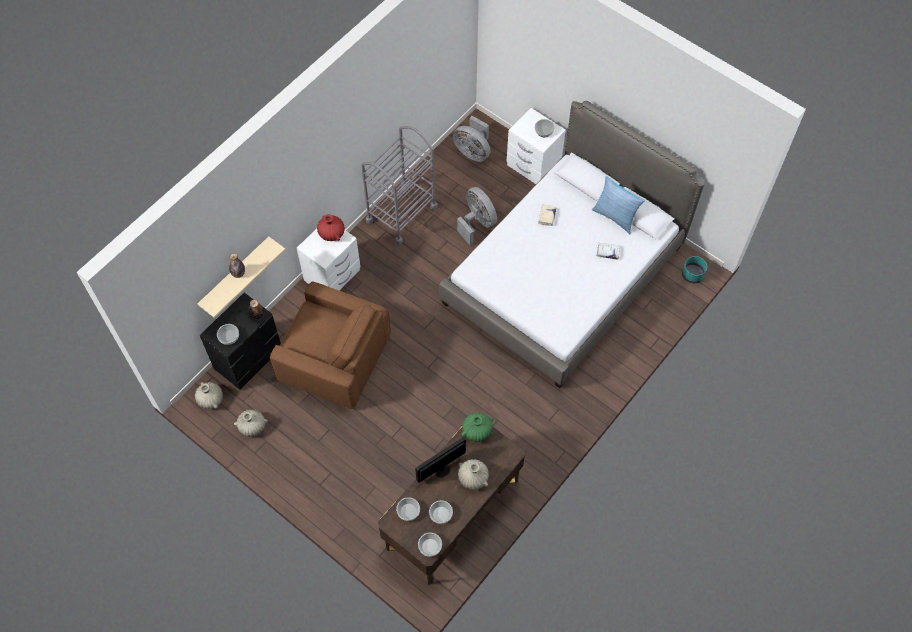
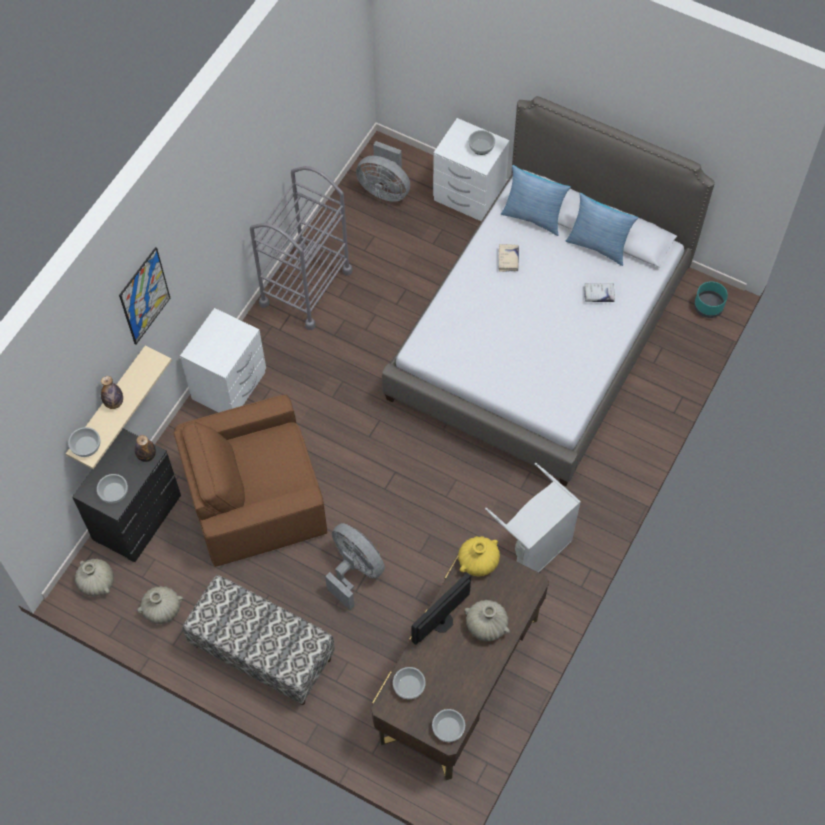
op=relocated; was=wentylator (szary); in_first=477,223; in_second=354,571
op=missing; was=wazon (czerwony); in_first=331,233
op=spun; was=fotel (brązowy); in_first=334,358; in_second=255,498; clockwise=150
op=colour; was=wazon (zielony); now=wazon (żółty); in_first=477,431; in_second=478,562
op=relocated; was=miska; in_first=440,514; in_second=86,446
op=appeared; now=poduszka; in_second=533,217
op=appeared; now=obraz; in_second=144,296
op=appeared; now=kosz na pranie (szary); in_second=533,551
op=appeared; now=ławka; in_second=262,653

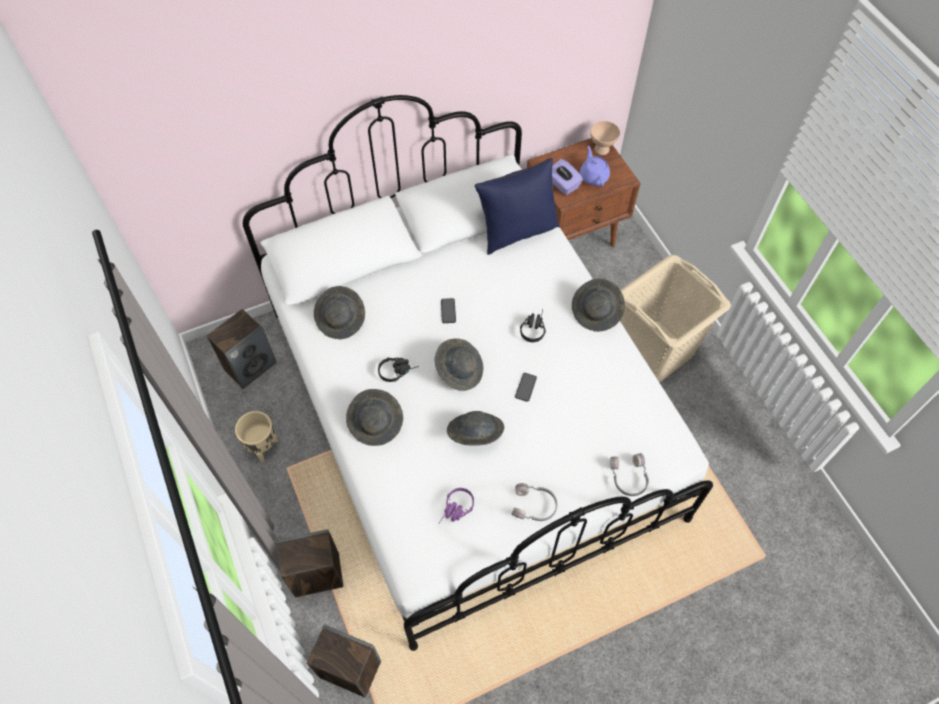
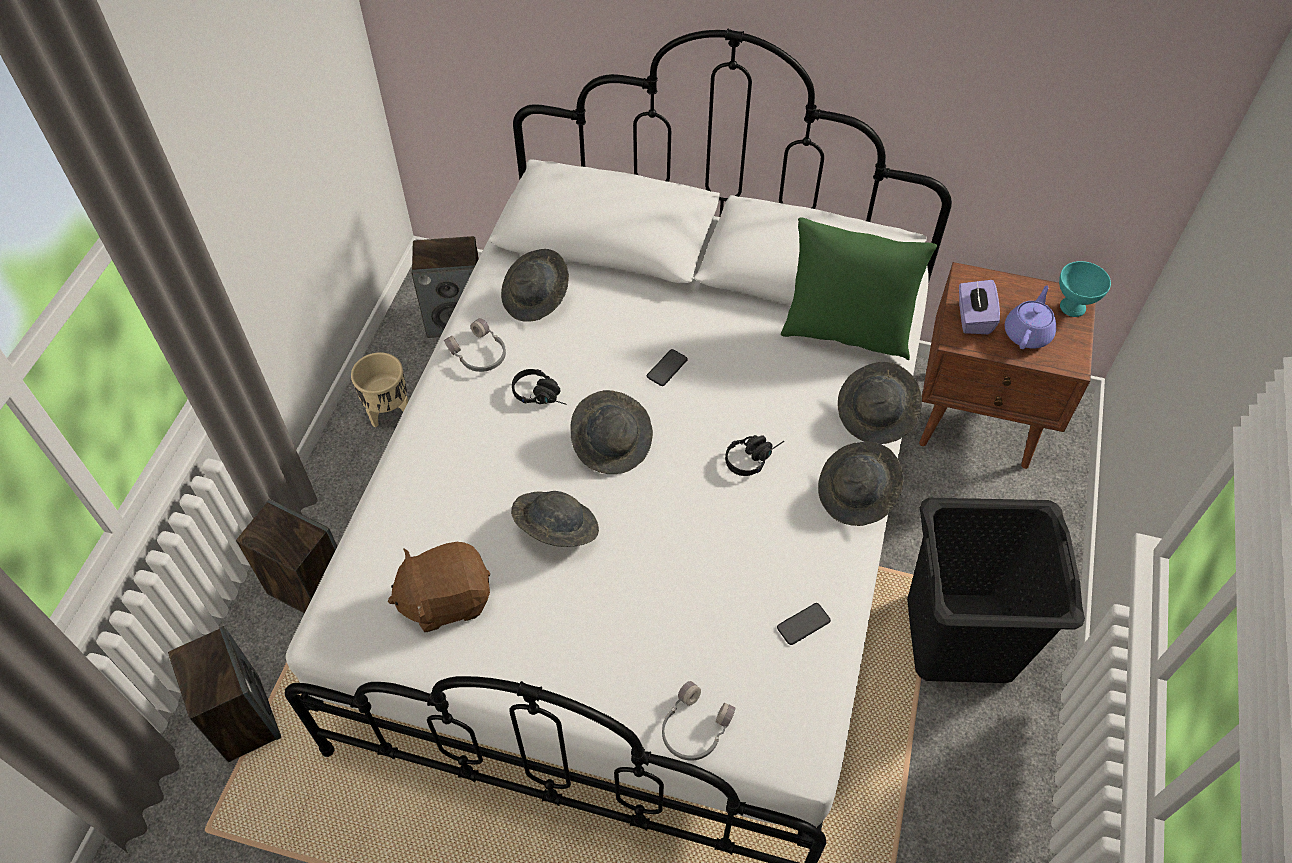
op=colour; was=miska (beżowy); now=miska (turkusowy); in_first=602,149; in_second=1073,308
op=colour; was=poduszka (niebieski); now=poduszka (zielony); in_first=517,232; in_second=845,332
op=colour; was=kosz na pranie (beżowy); now=kosz na pranie (czarny); in_first=655,351; in_second=960,638
op=relocated; was=telefon; in_first=525,387; in_second=803,624
op=relocated; was=kapelusz (szary); in_first=376,423; in_second=876,415
op=relocated; was=słuchawki (szary); in_first=534,506; in_second=478,354
op=exchanged; was=słuchawki (fioletowy); now=pluszak (brązowy); in_first=456,511; in_second=446,599

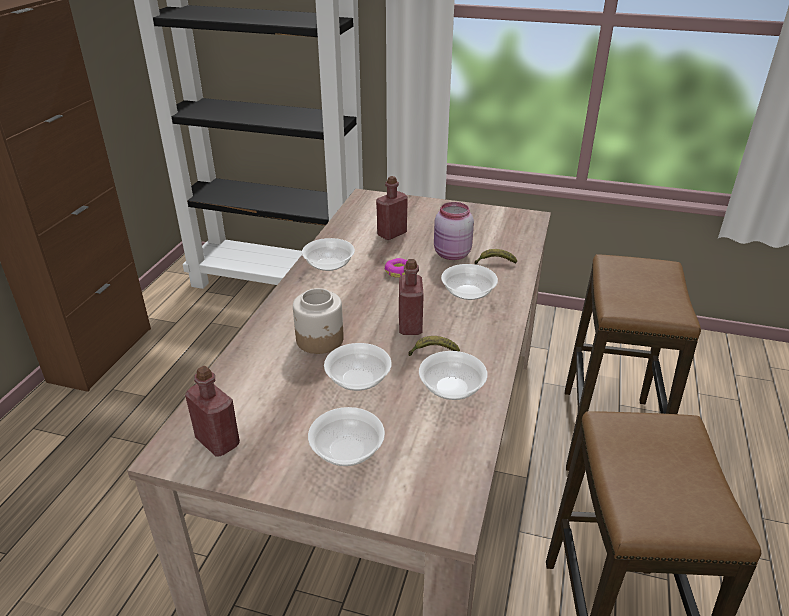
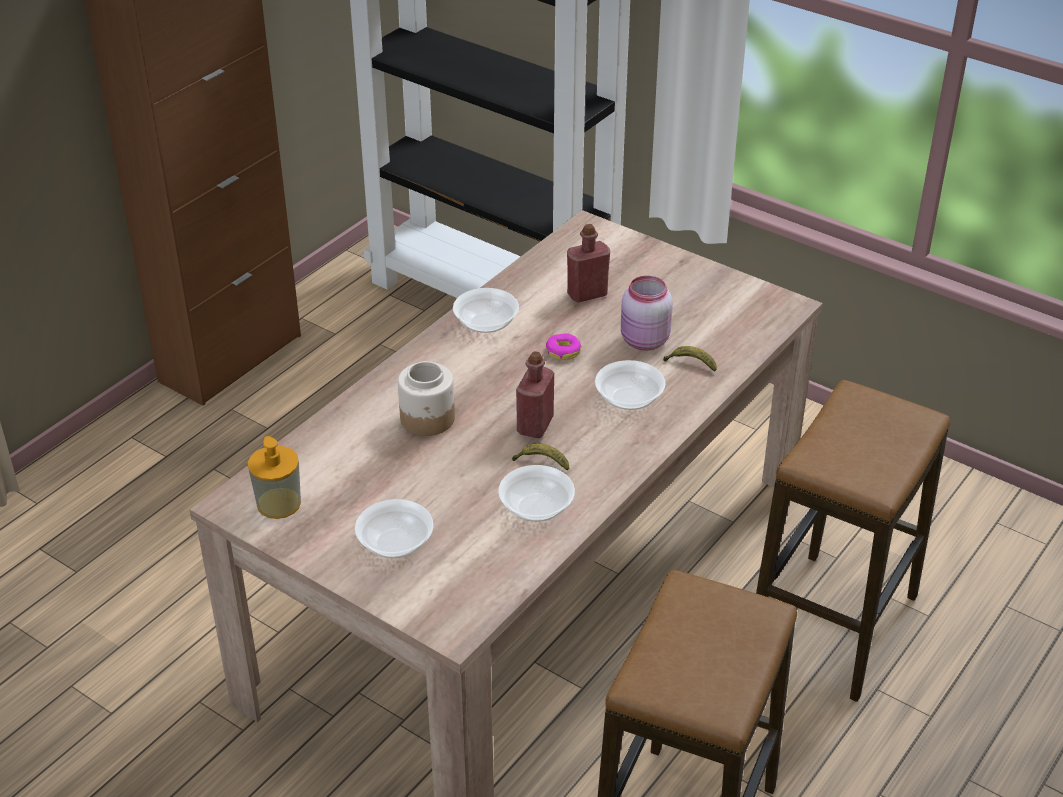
op=missing; was=miska; in_first=358,379
op=exchanged; was=butelka (czerwony); now=dozownik mydła; in_first=217,441; in_second=278,503

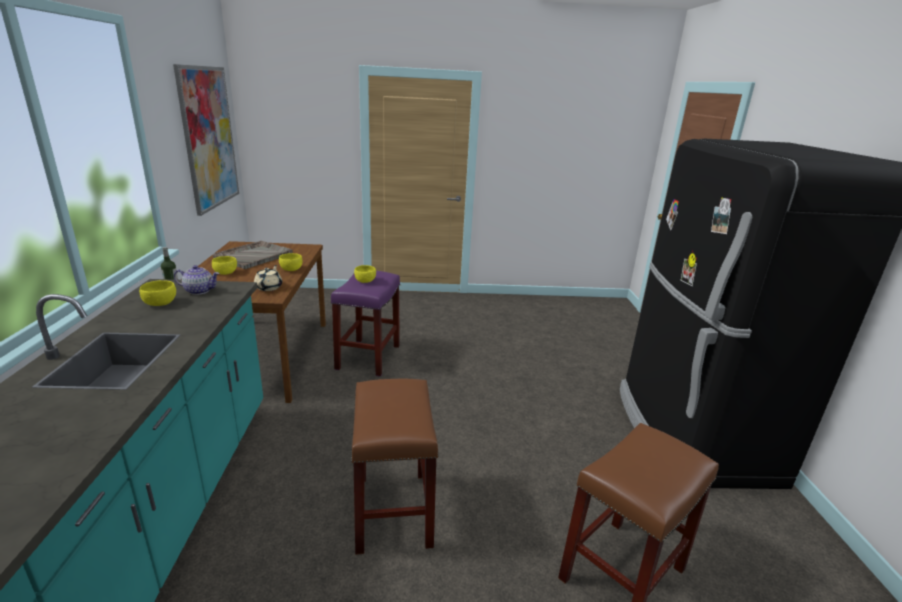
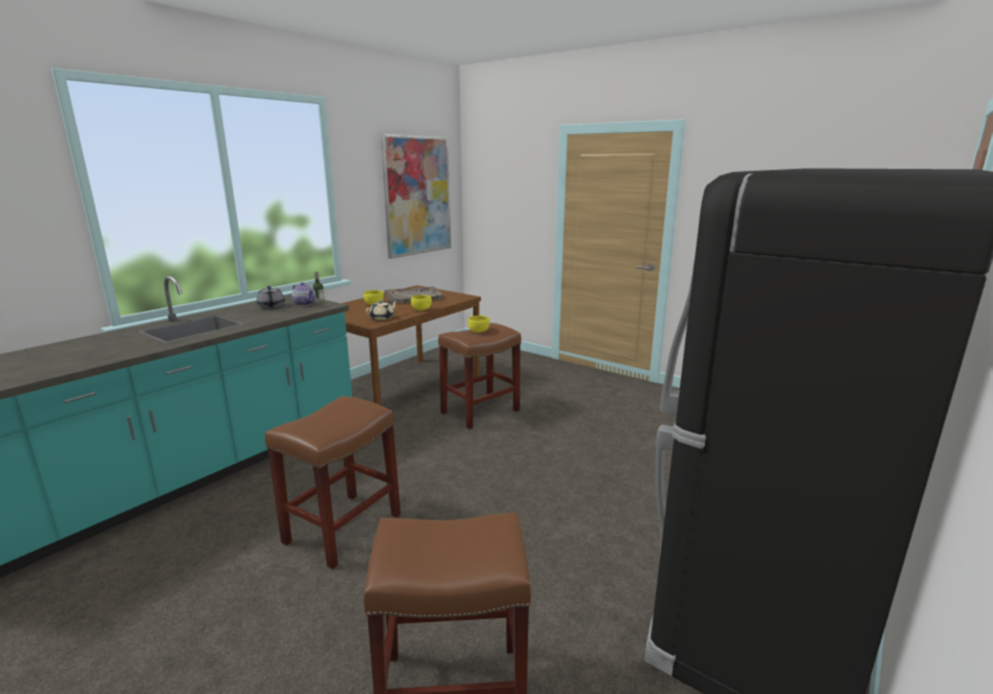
op=colour; was=stołek (fioletowy); now=stołek (brązowy); in_first=368,357; in_second=480,412
op=exchanged; was=miska (żółty); now=imbryk (szary); in_first=161,303; in_second=271,306

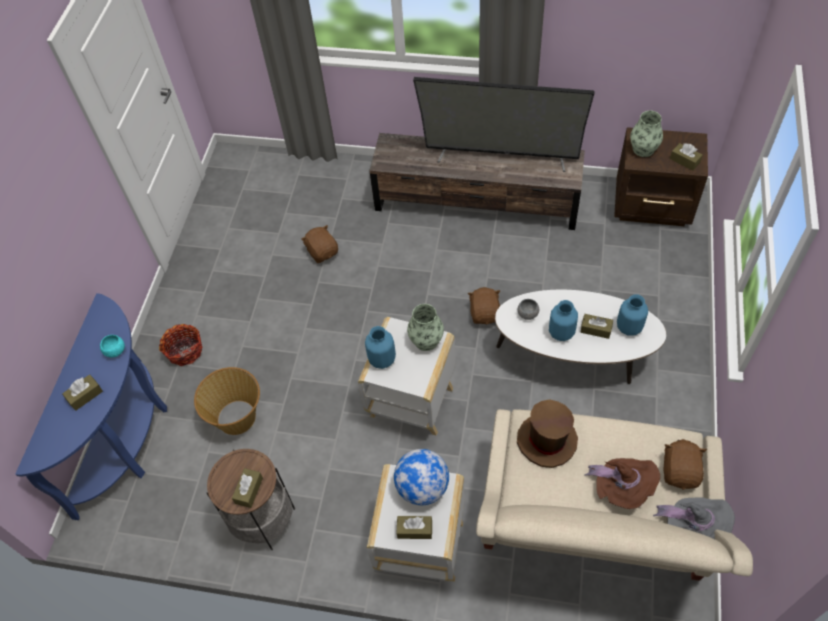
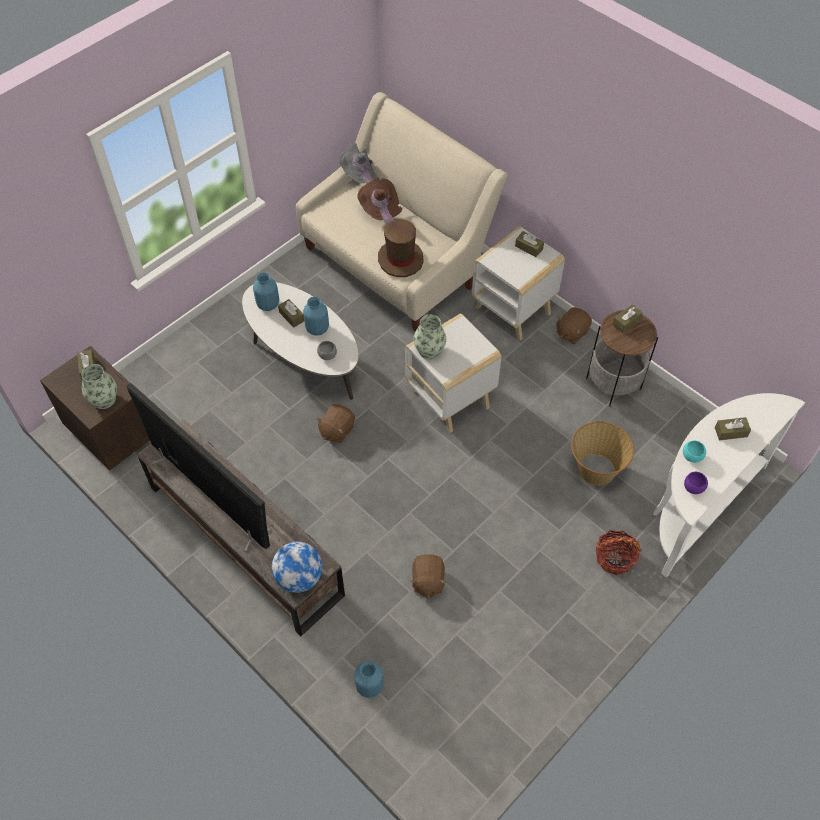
op=colour; was=stolik konsolowy (niebieski); now=stolik konsolowy (biały); in_first=128,439; in_second=697,506
op=relocated; was=wazon (niebieski); in_first=382,359; in_second=369,685
op=relocated; was=pluszak (brązowy); in_first=680,471; in_second=571,332
op=relocated; was=globus; in_first=422,487; in_second=299,577
op=appeared; now=miska (fioletowy); in_second=693,487

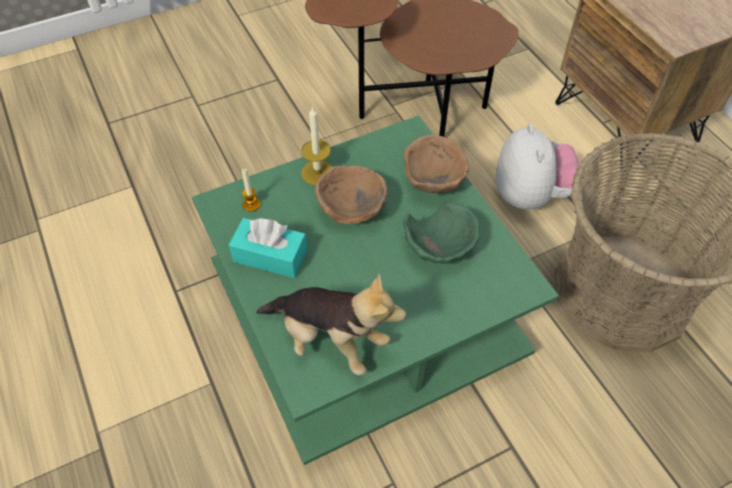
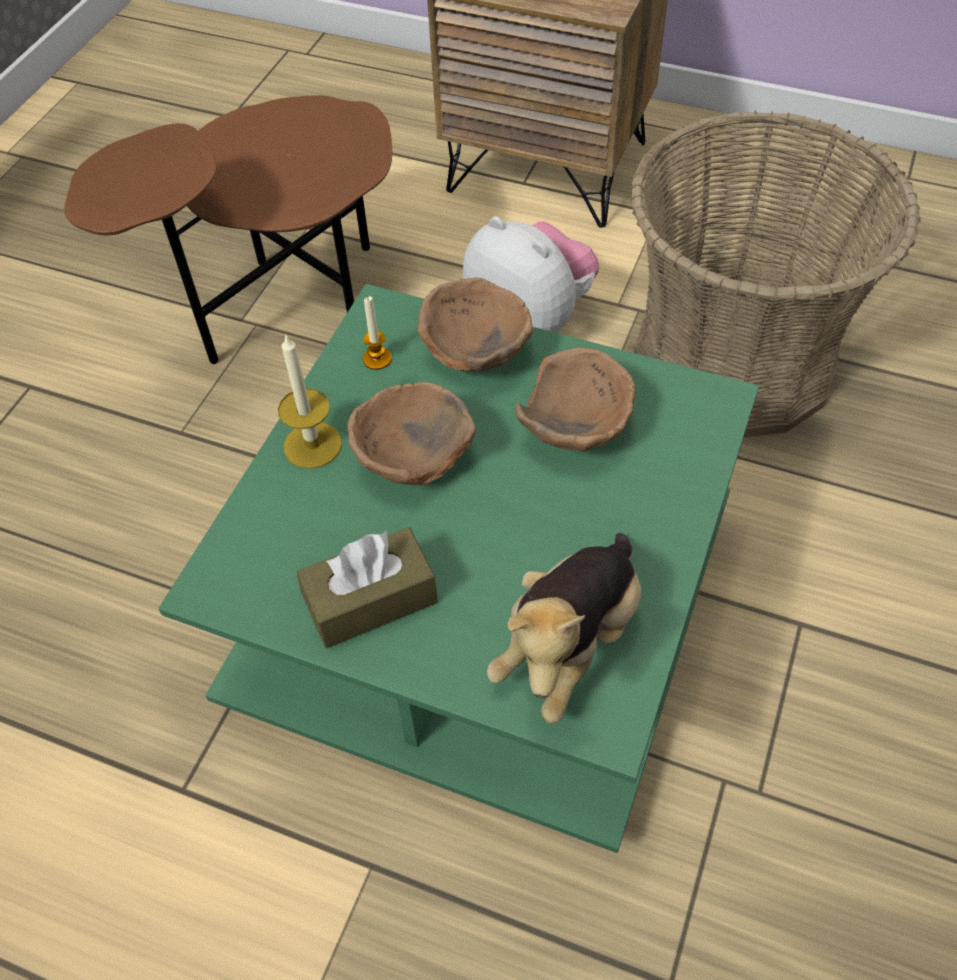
op=relocated; was=świeca; in_first=251,204; in_second=377,359
op=colour; was=miska (zielony); now=miska (brązowy); in_first=439,250; in_second=576,430
op=colour; was=pudełko chusteczek (turkusowy); now=pudełko chusteczek (brązowy); in_first=270,256; in_second=371,600
op=spun; was=pluszak; in_first=330,340; in_second=570,643; clockwise=135

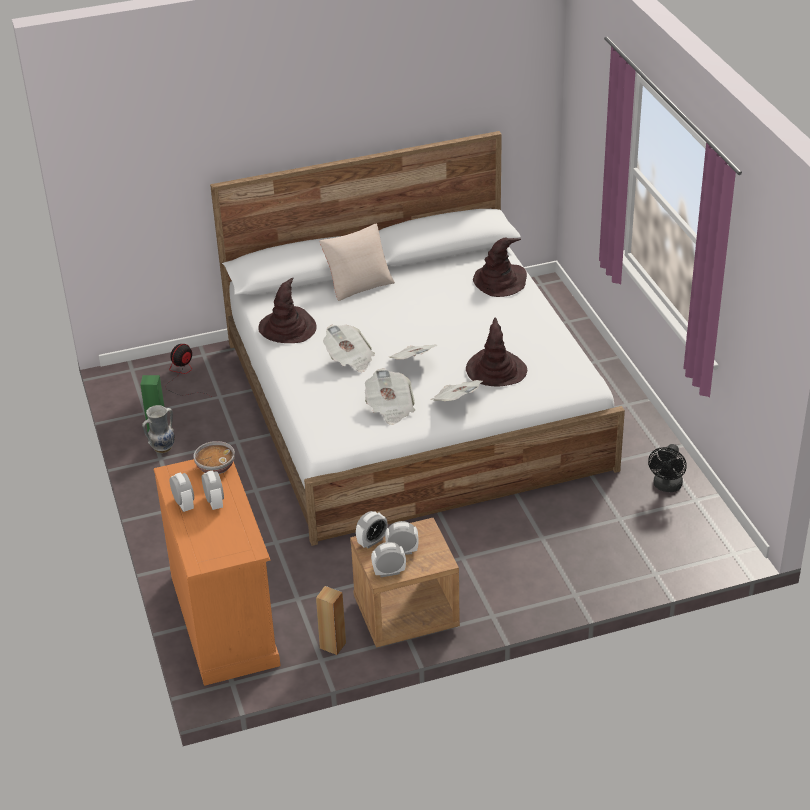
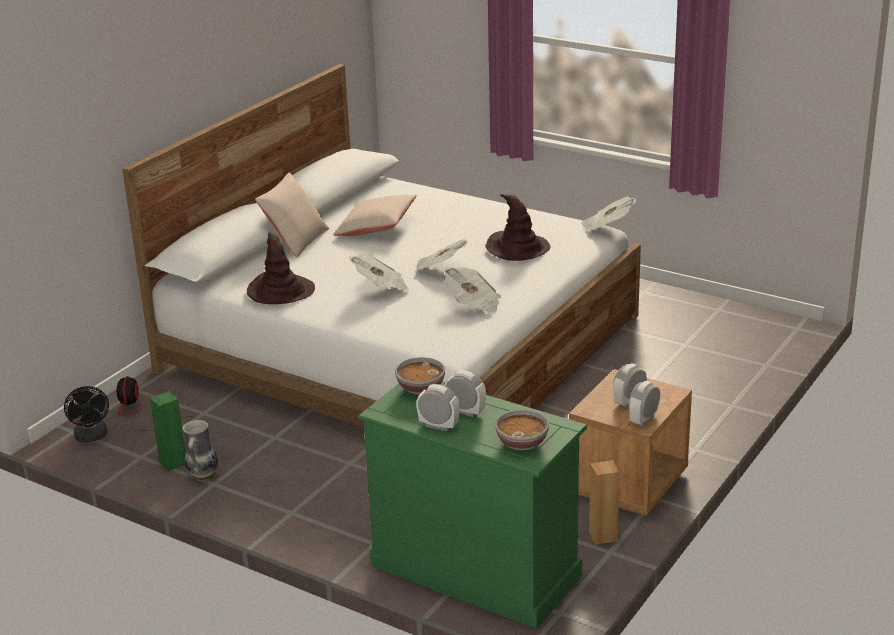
op=missing; was=kapelusz (brązowy); in_first=500,281
op=relocated; was=gazeta; in_first=456,401; in_second=607,227
op=relocated; was=wentylator (czarny); in_first=666,486; in_second=92,437
op=colour; was=komoda (pomarańczowy); now=komoda (zielony); in_first=224,619; in_second=475,570
op=missing; was=budzik; in_first=372,541
op=appeared; now=poduszka (beżowy); in_second=376,228
op=appeared; now=miska; in_second=522,442

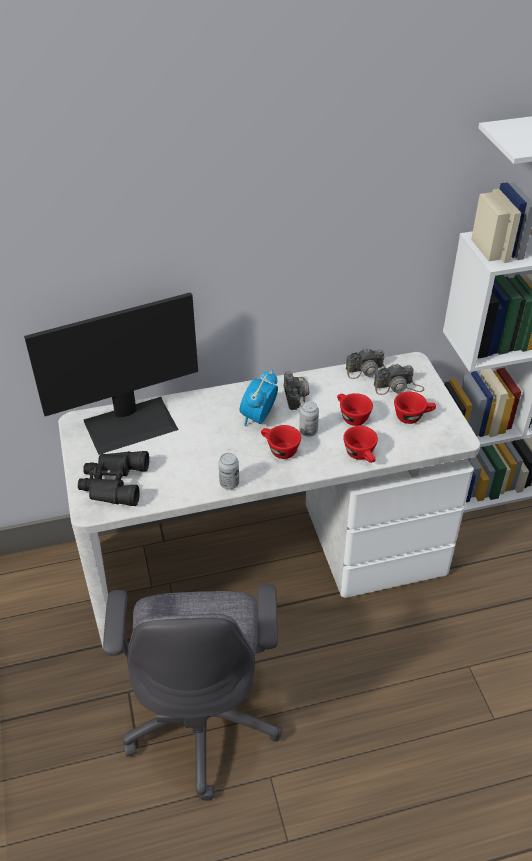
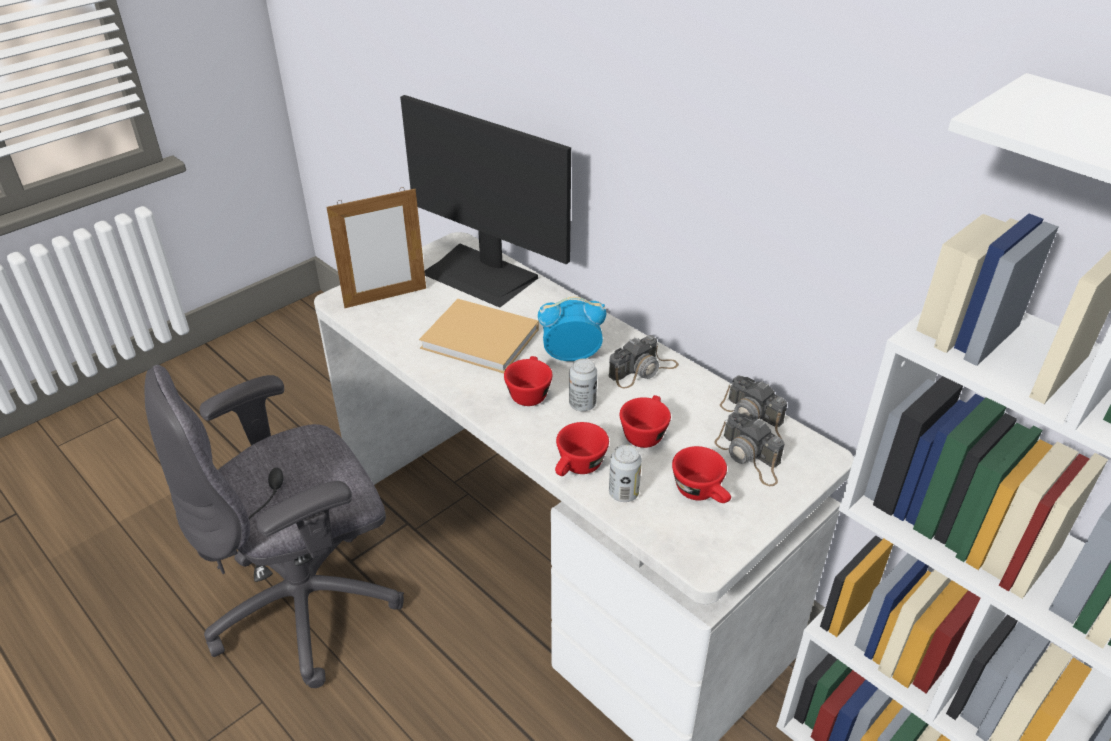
op=exchanged; was=lornetka (czarny); now=ramka na zdjęcie; in_first=112,483; in_second=385,297
op=relocated; was=puszka; in_first=229,483; in_second=623,493
op=appeared; now=książka (beżowy); in_second=483,340

